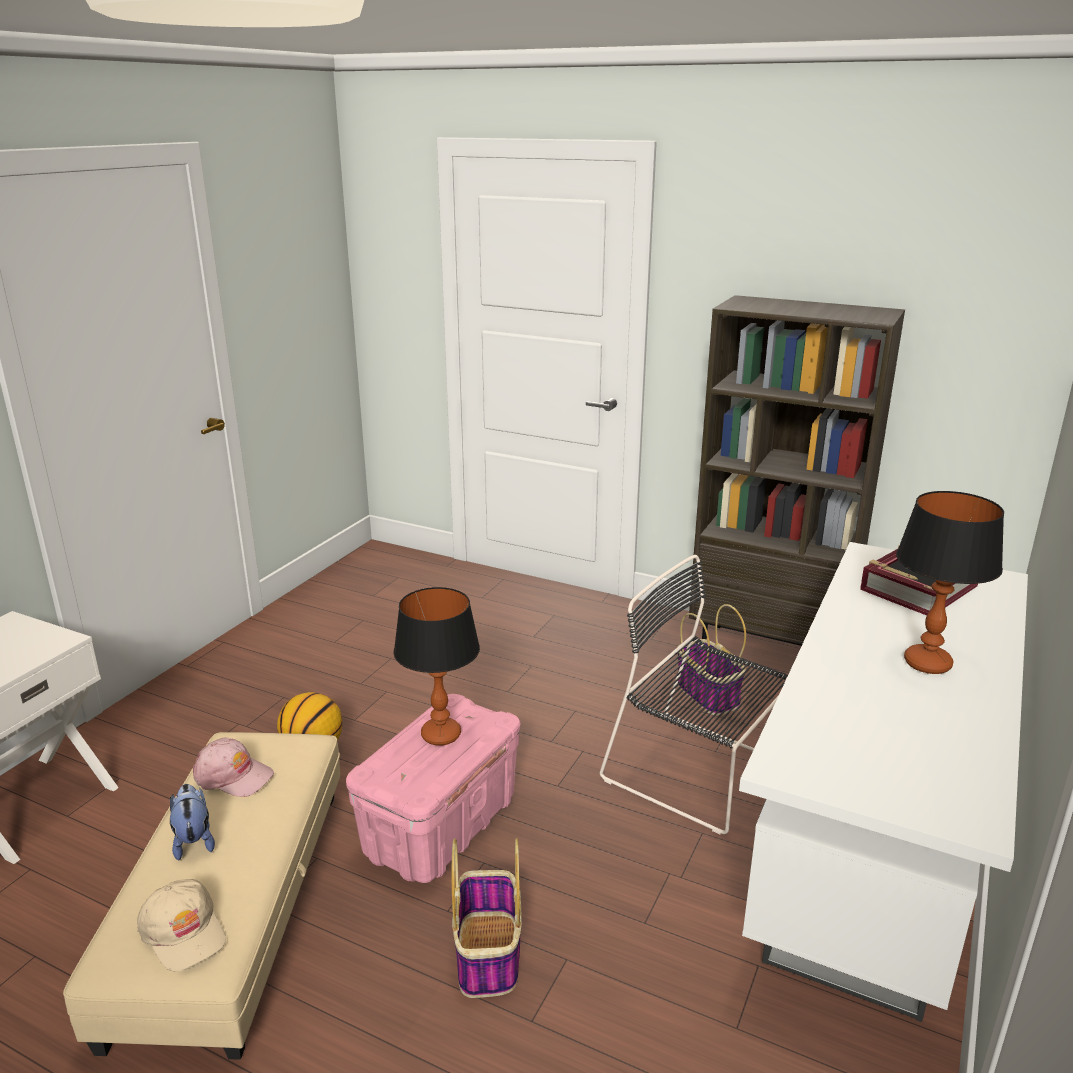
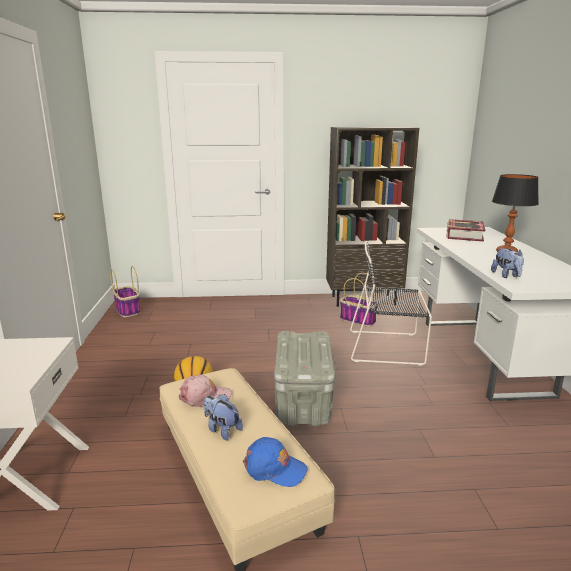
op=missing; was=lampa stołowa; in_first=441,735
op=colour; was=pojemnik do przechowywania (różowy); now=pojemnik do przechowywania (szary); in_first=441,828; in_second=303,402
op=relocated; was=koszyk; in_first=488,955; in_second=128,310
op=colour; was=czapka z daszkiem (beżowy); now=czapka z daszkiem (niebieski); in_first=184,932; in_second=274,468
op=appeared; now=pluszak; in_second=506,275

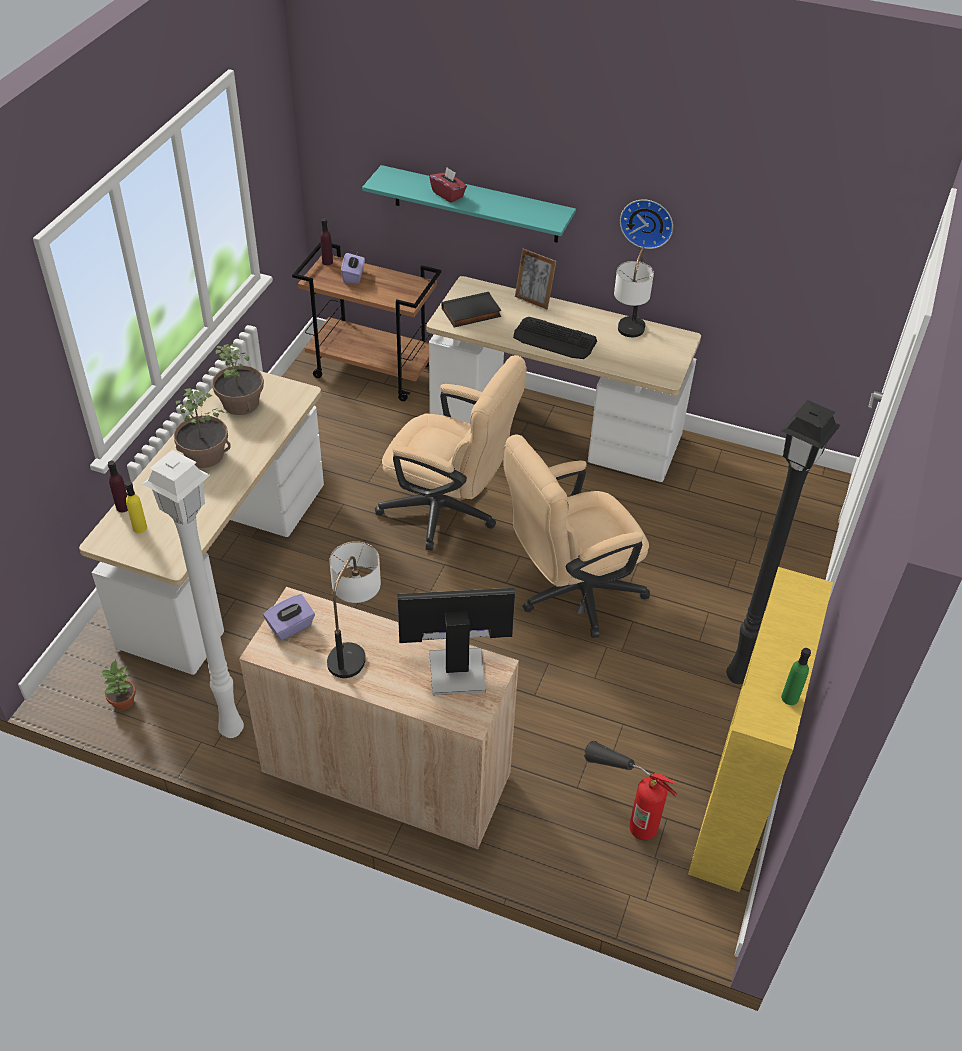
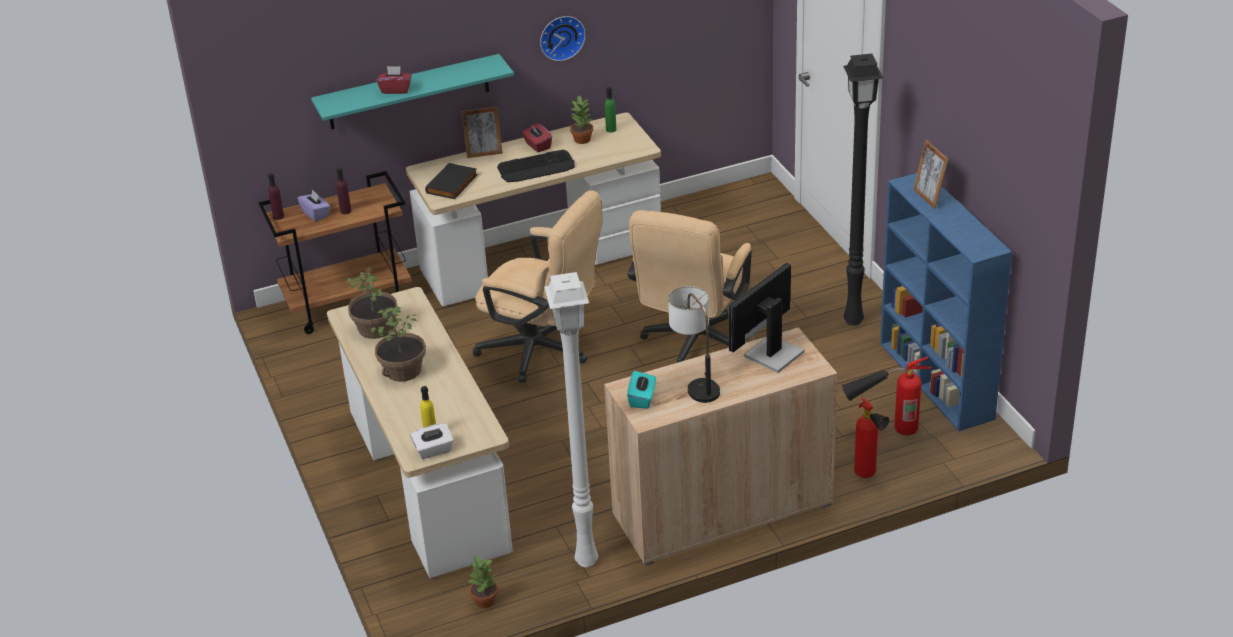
op=exchanged; was=lampa stołowa; now=roślina doniczkowa; in_first=627,337; in_second=582,139
op=spun; was=krzesło biurowe (beżowy); in_first=449,512; in_second=543,351; clockwise=45
op=relocated; was=butelka (fioletowy); in_first=123,507; in_second=345,211
op=colour; was=regał (żółty); now=regał (niebieski); in_first=735,803; in_second=937,381
op=colour; was=pudełko chusteczek (fioletowy); now=pudełko chusteczek (turkusowy); in_first=291,627; in_second=642,399
op=relocated; was=butelka (zielony); in_first=790,698; in_second=611,129
op=appeared; now=pudełko chusteczek (czerwony); in_second=537,146
op=appeared; now=ramka na zdjęcie; in_second=929,197
op=appeared; now=gaśnica; in_second=868,476
op=appeared; now=pudełko chusteczek (biały); in_second=433,450

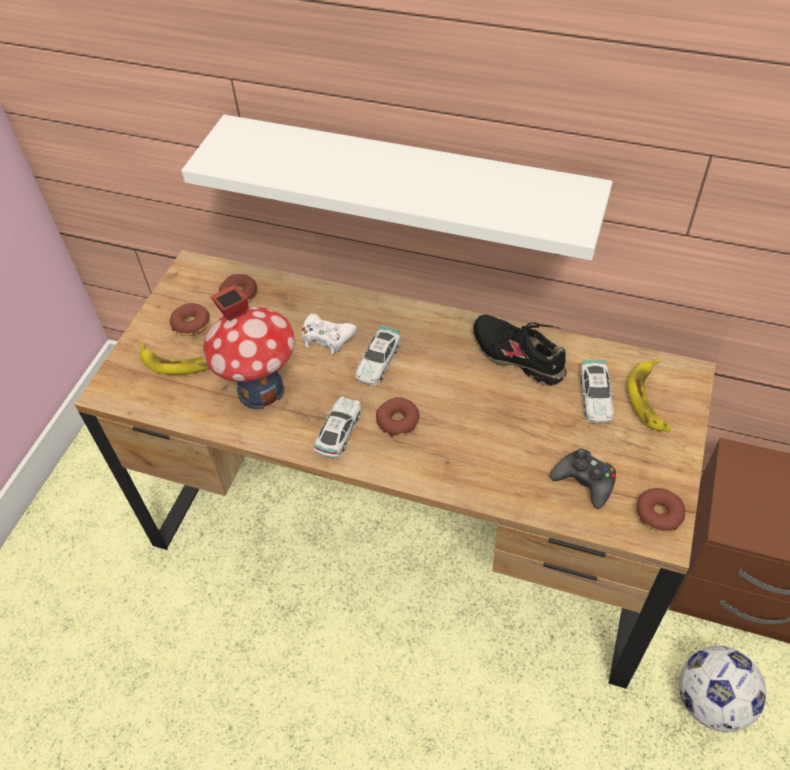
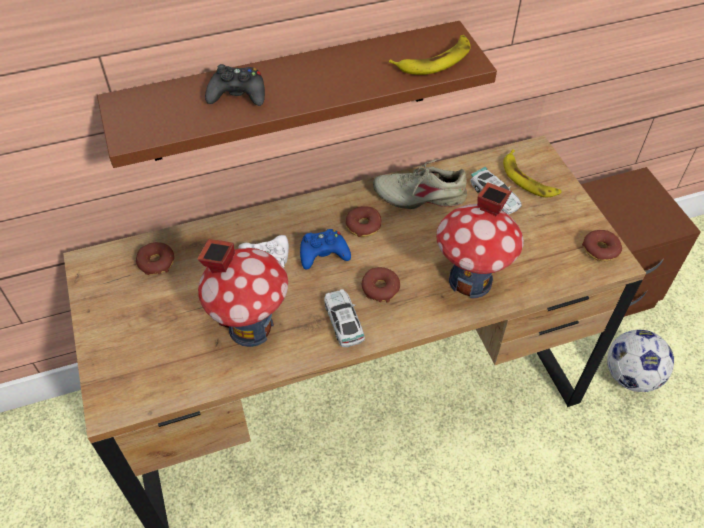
op=colour; was=półka (biały); now=półka (brązowy); in_first=409,186; in_second=290,93
op=relocated; was=donut; in_first=191,324; in_second=363,226
op=colour; was=but (czarny); now=but (beżowy); in_first=518,356; in_second=420,195
op=exchanged; was=samochodzik; now=pad do gier (niebieski); in_first=378,361; in_second=323,253
op=relocated; was=banan; in_first=180,361; in_second=434,60
op=relocated; was=pad do gier (czarny); in_first=584,481; in_second=237,94
op=appeared; now=domek; in_second=470,280

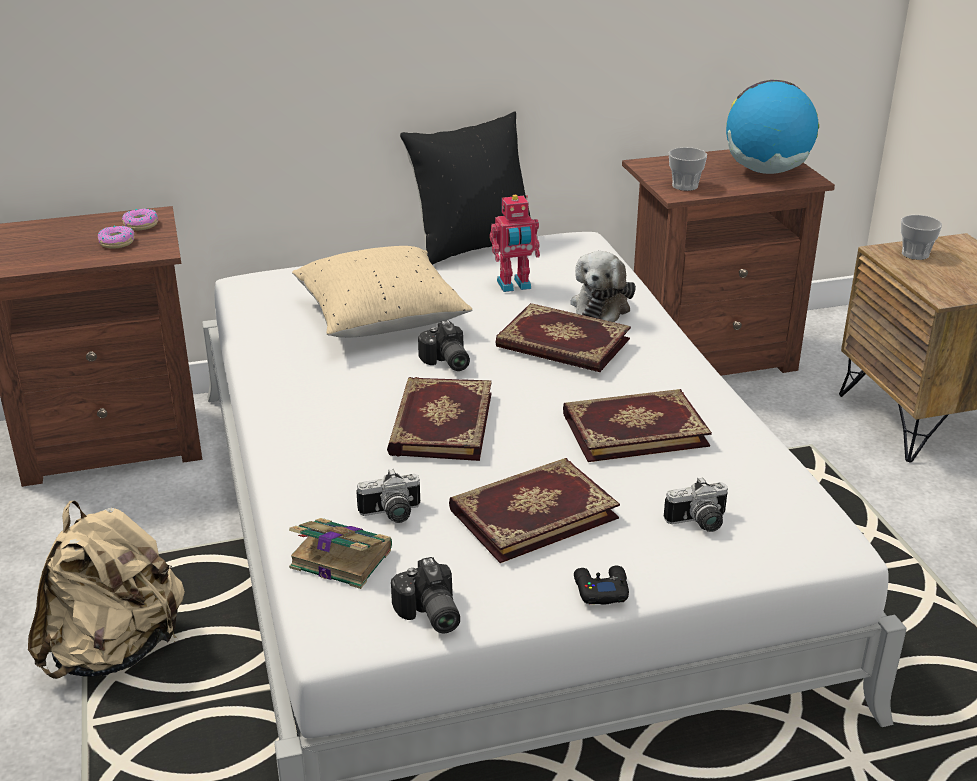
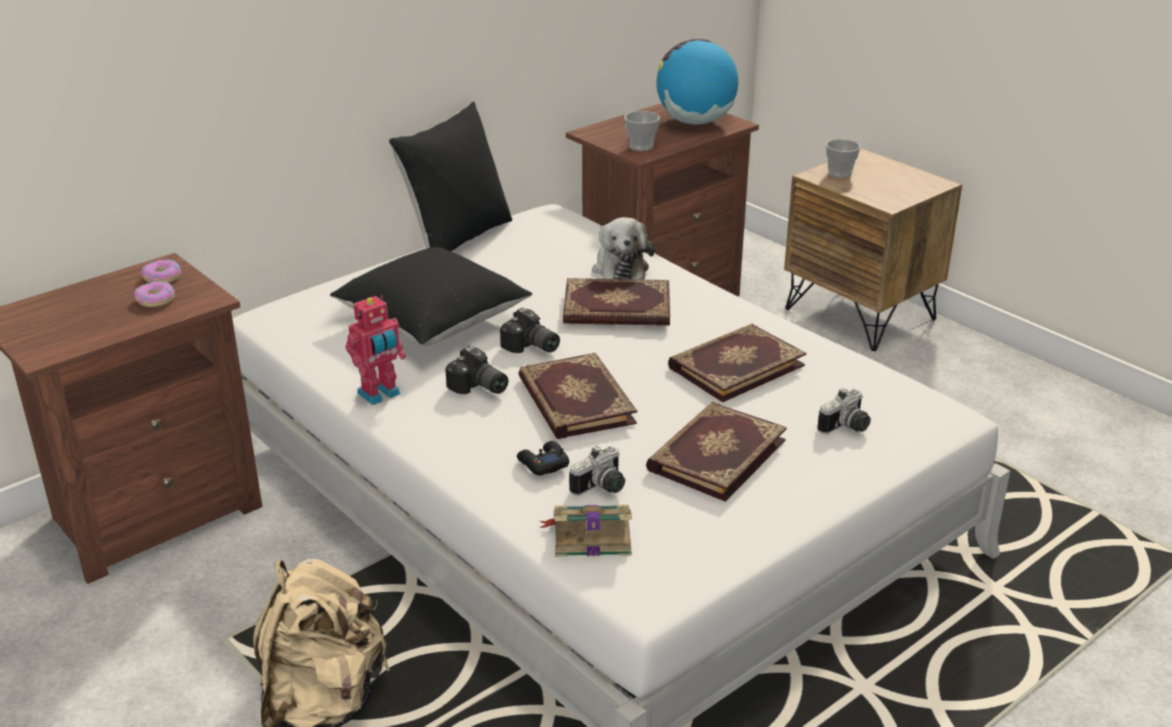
op=relocated; was=robot zabawkowy; in_first=514,286; in_second=380,394
op=colour; was=poduszka (beżowy); now=poduszka (czarny); in_first=381,319; in_second=433,322
op=relocated; was=aparat fotograficzny; in_first=428,615; in_second=478,388
op=relocated; was=pad do gier (czarny); in_first=600,590; in_second=543,463

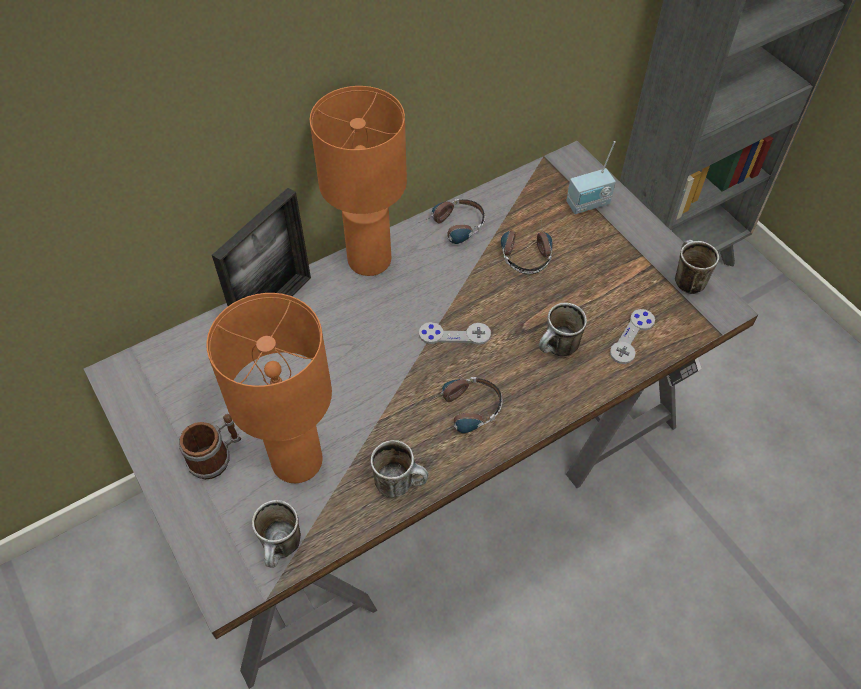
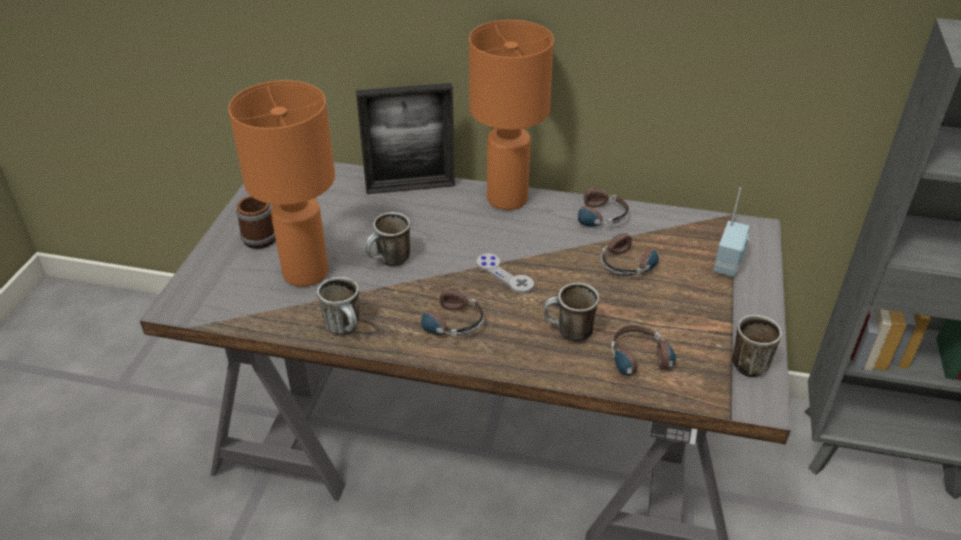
op=spun; was=radio; in_first=588,205; in_second=729,263; clockwise=-90
op=exchanged; was=pad do gier (szary); now=słuchawki; in_first=632,337; in_second=643,366
op=relocated; was=kubek; in_first=282,549; in_second=390,262

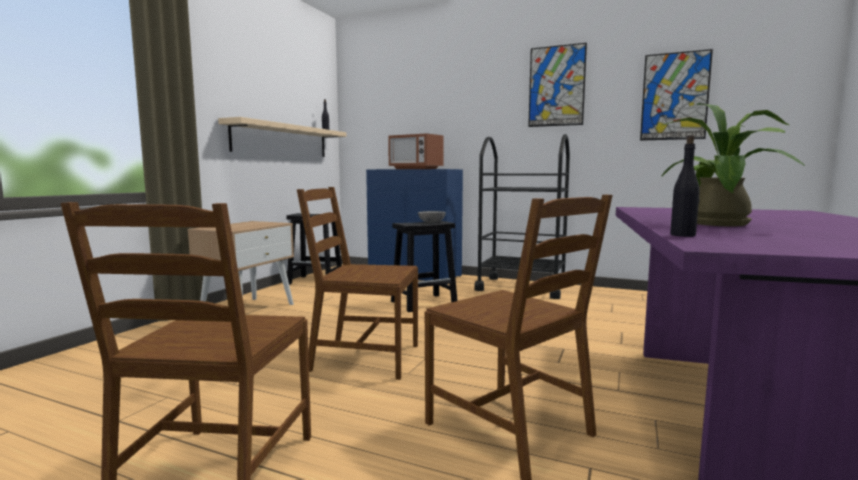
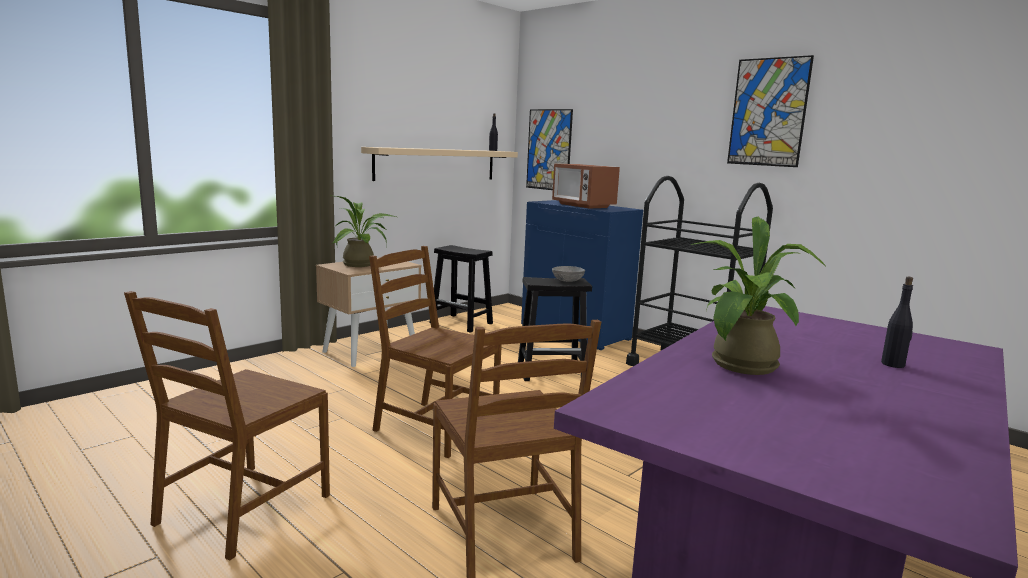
op=relocated; was=obraz; in_first=674,96; in_second=549,150
op=relocated; was=butelka (czarny); in_first=683,235; in_second=893,364
op=appeared; now=roślina doniczkowa; in_second=363,264

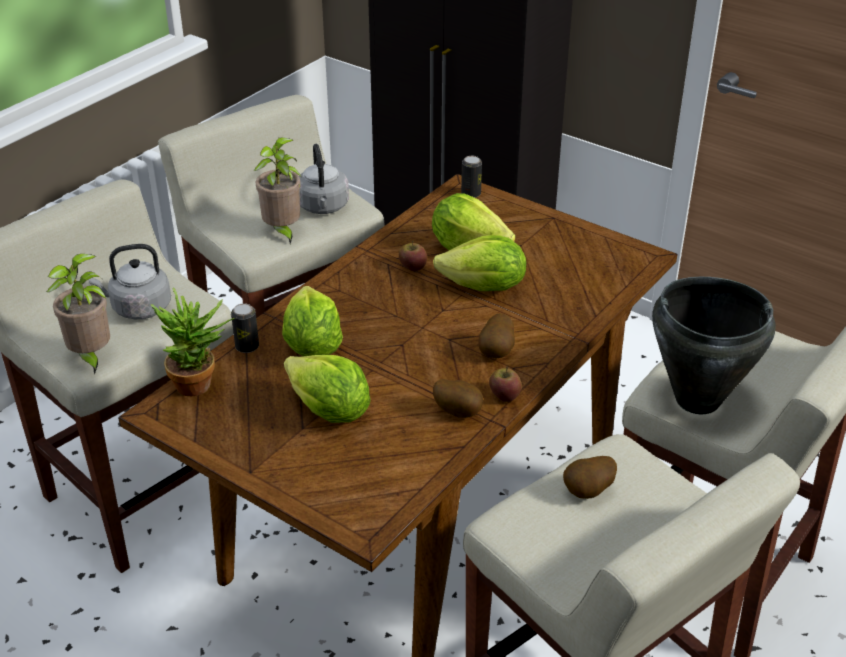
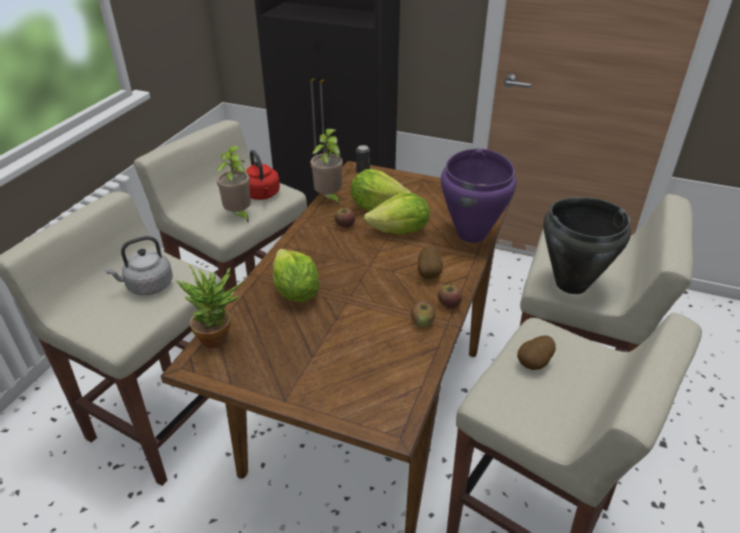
op=colour; was=czajnik (szary); now=czajnik (czerwony); in_first=323,207; in_second=262,195
op=relocated; was=roślina doniczkowa; in_first=90,357; in_second=329,198
op=missing; was=puszka; in_first=247,346
op=missing; was=sałata; in_first=329,411
op=exchanged; was=ziemniak; now=jabłko; in_first=458,411; in_second=422,322
op=appeared; now=garnek (fioletowy); in_second=472,234

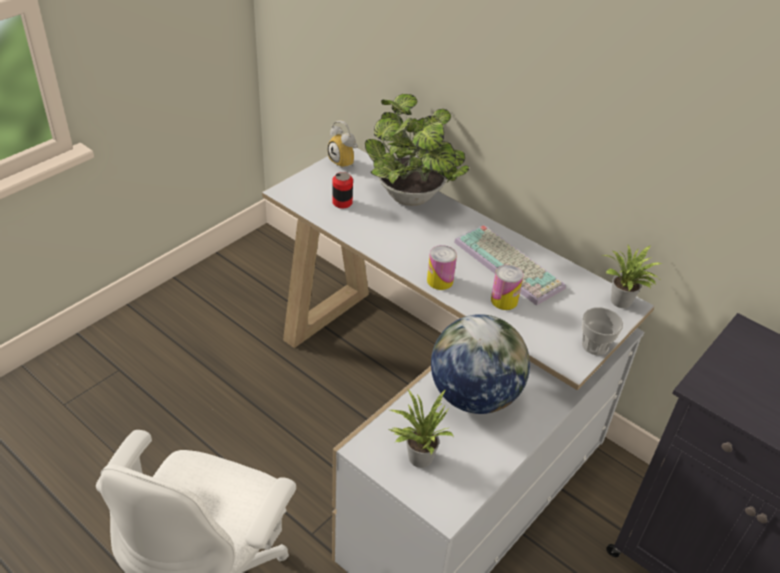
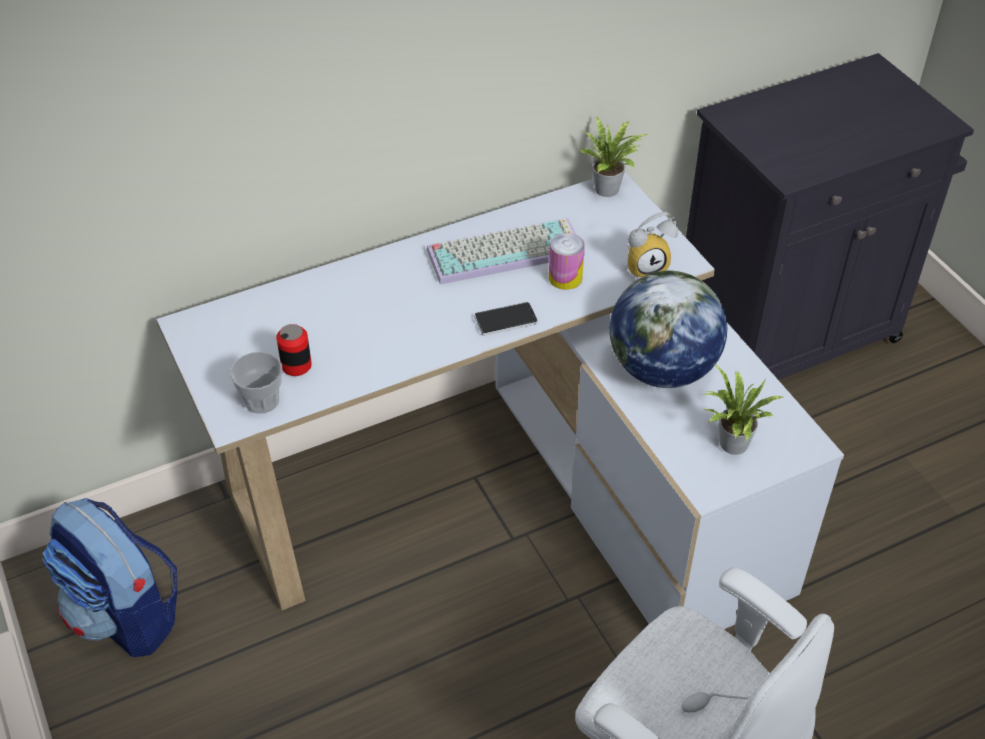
op=missing; was=roślina doniczkowa; in_first=412,199
op=relocated; was=budzik; in_first=345,162; in_second=646,266
op=exchanged; was=puszka; now=telefon; in_first=440,281; in_second=505,320
op=relocated; was=filiżanka; in_first=595,345; in_second=262,401
op=appeared; now=plecak; in_second=126,615

